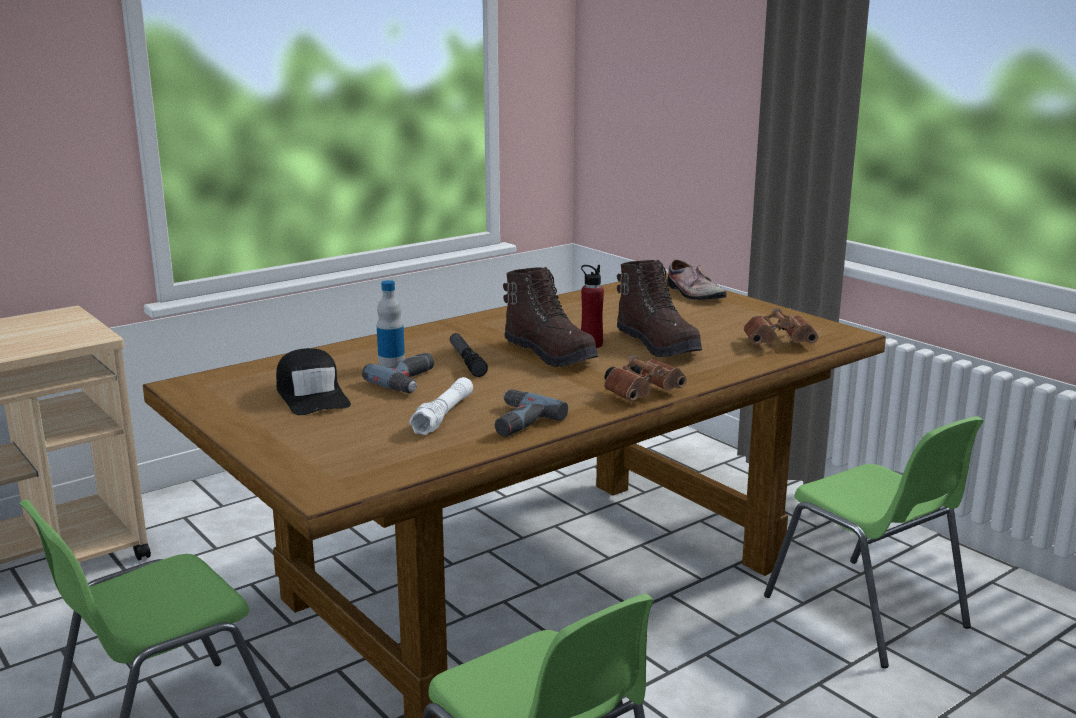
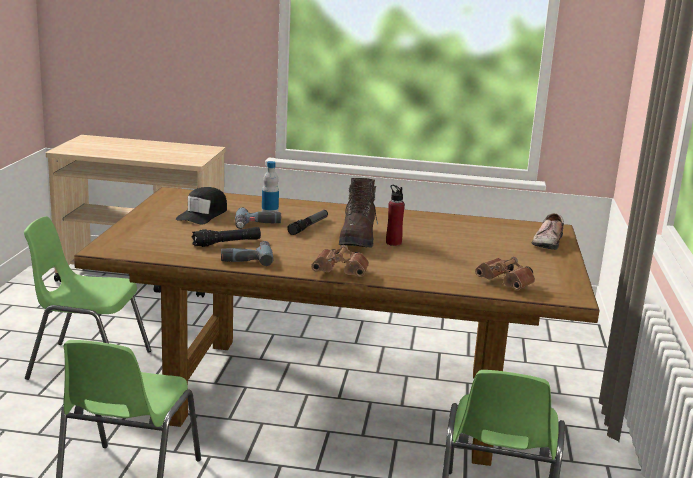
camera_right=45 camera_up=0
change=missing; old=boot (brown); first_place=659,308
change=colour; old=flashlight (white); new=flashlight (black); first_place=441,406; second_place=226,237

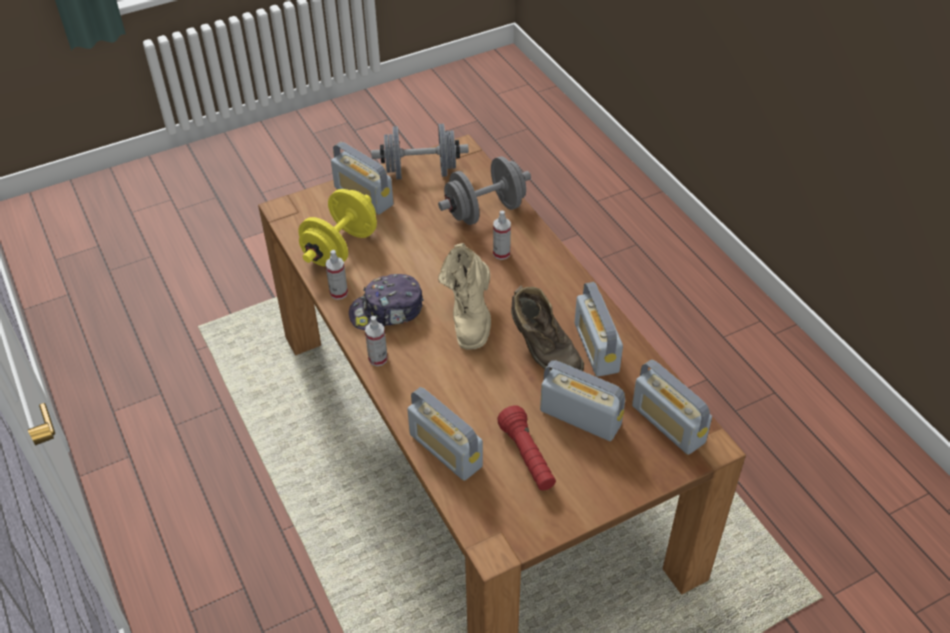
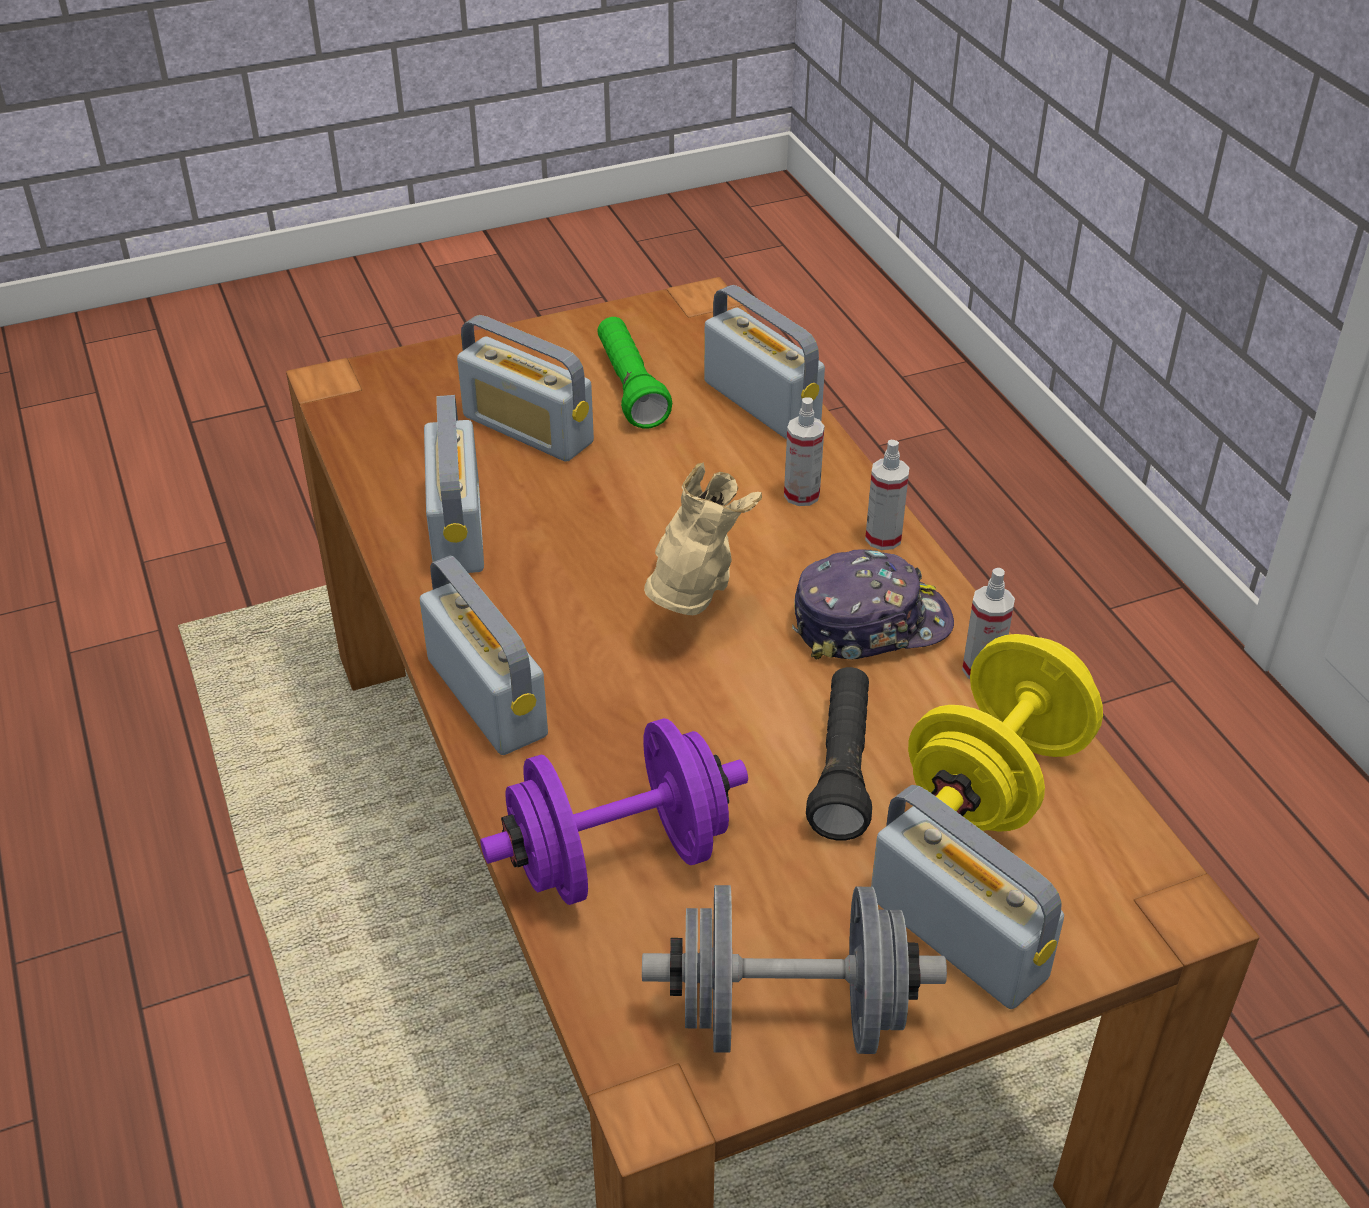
camera_right=-175 camera_up=-5
change=colour; old=dumbbell (grey); new=dumbbell (purple); first_place=484,190; second_place=614,811
change=relocated; old=spray bottle; first_place=502,235; second_place=804,451
change=missing; old=boot (brown); first_place=547,328
change=relocated; old=radio; first_place=672,407; second_place=484,655
change=colour; old=flashlight (red); new=flashlight (green); first_place=526,447; second_place=634,373
change=appeared; new=flashlight (black); second_place=839,753

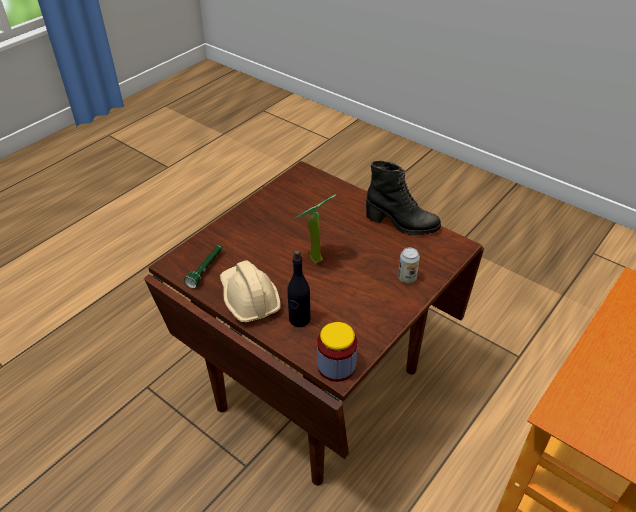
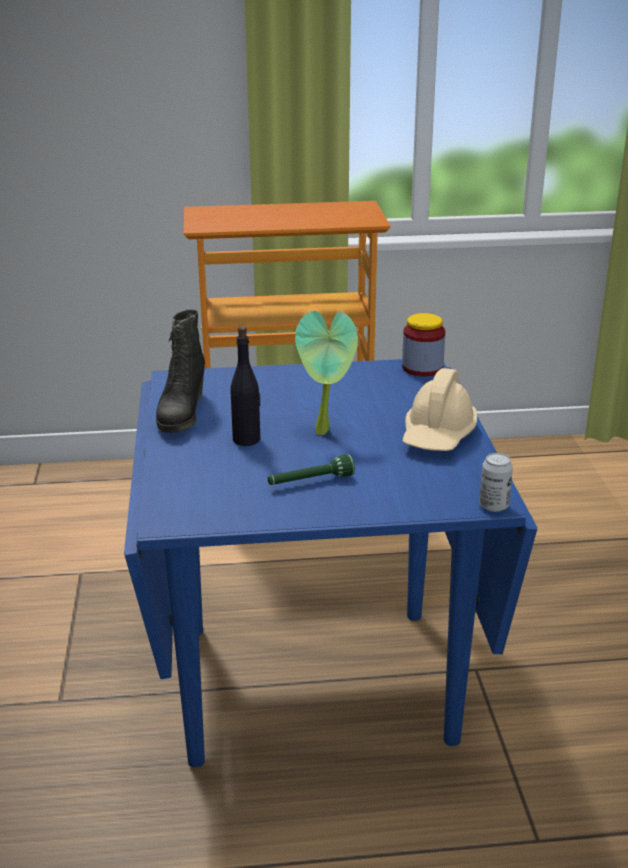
camera_right=-135 camera_up=-15
change=colour; old=dining table (brown); new=dining table (blue); first_place=314,323; second_place=331,563
change=spun; old=boot (black); first_place=403,198; second_place=180,371; degrees=-150
change=relocated; old=flashlight (green); first_place=203,266; second_place=311,469
change=relocated; old=can; first_place=409,265; second_place=496,482
change=relocated; old=bottle (black); first_place=298,289; second_place=245,386

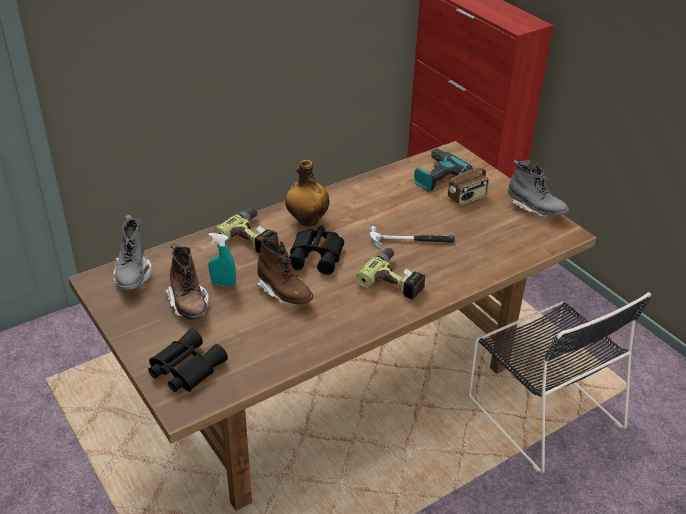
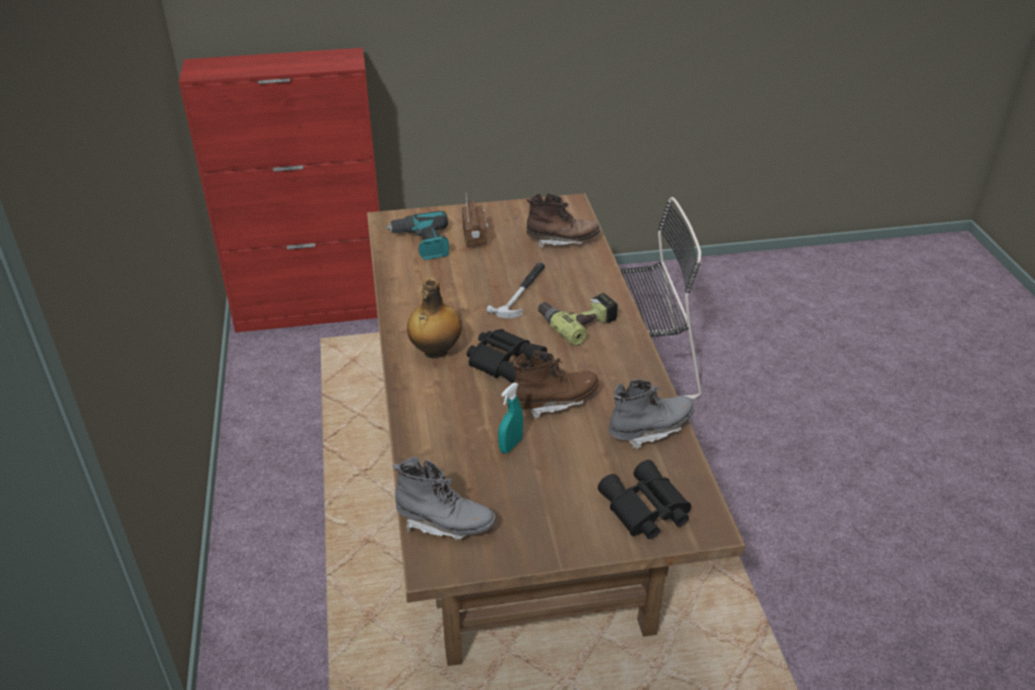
camera_right=-65 camera_up=0
change=relocated; old=boot (grey); first_place=538,188; second_place=652,414
change=missing; old=power drill; first_place=246,230
change=relocated; old=boot (brown); first_place=187,281; second_place=563,220

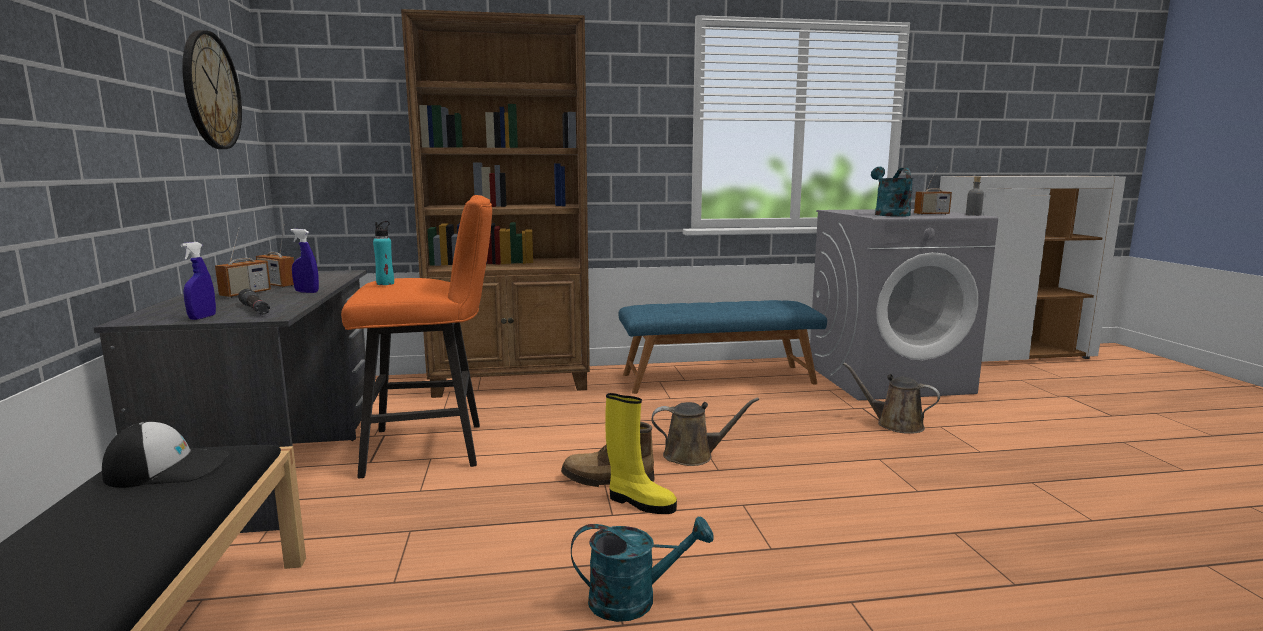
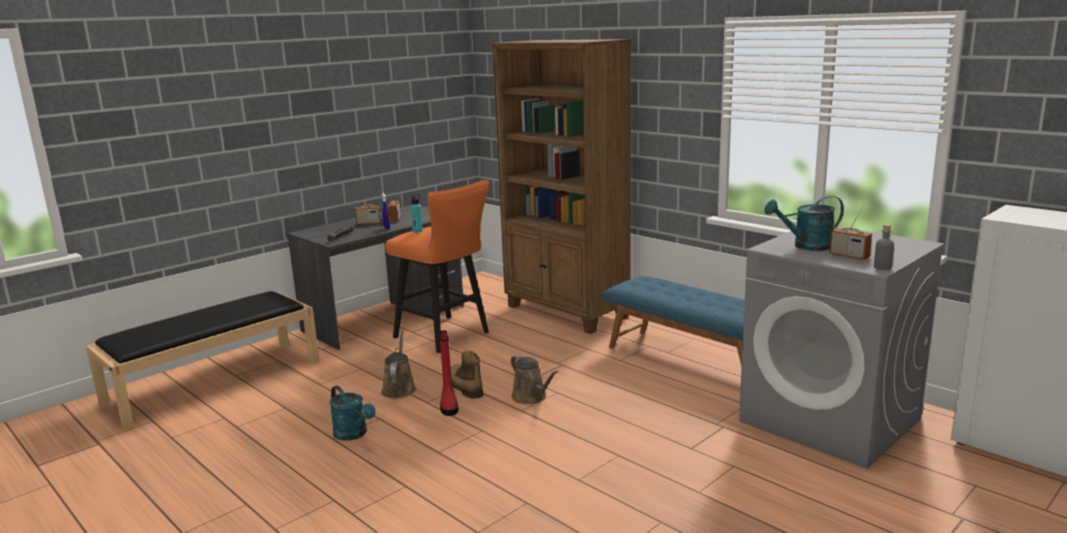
camera_right=55 camera_up=5
change=missing; old=wall clock; first_place=212,89
change=spun; old=watering can (turquoise); first_place=892,192; second_place=804,223; degrees=-150
change=missing; old=spray bottle (blue); first_place=198,281
change=relocated; old=watering can (brown); first_place=891,398; second_place=398,364
change=colour; old=boot (yellow); new=boot (red); first_place=641,453; second_place=448,373
change=missing; old=cap; first_place=166,454

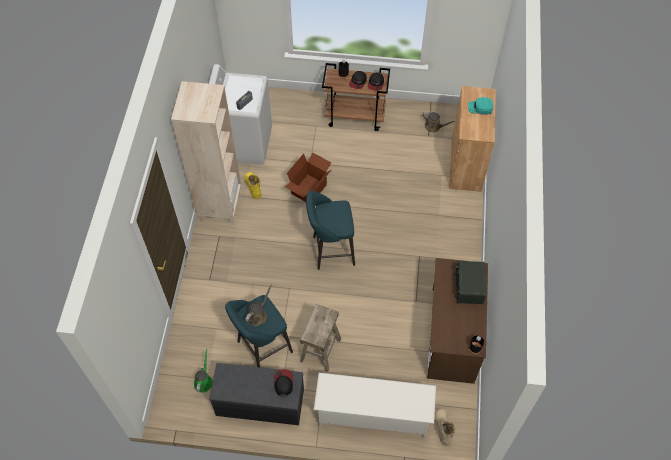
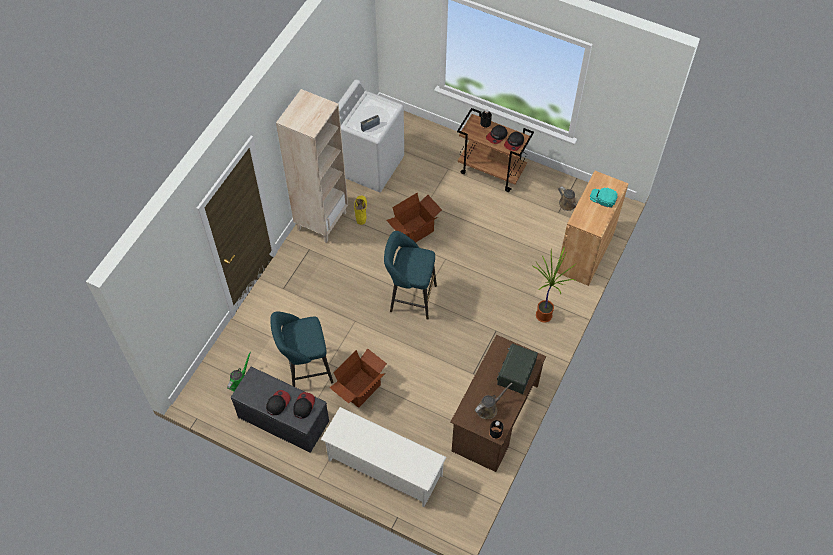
camera_right=20 camera_up=0
change=relocated; old=watering can (brown); first_place=258,305; second_place=494,401
change=exchanged; old=stool (beige); new=cardboard box; first_place=320,338; second_place=358,378
change=missing; old=boot (beige); first_place=445,427
change=appeared; new=potted plant; second_place=554,284
change=appeared; new=cap; second_place=278,402

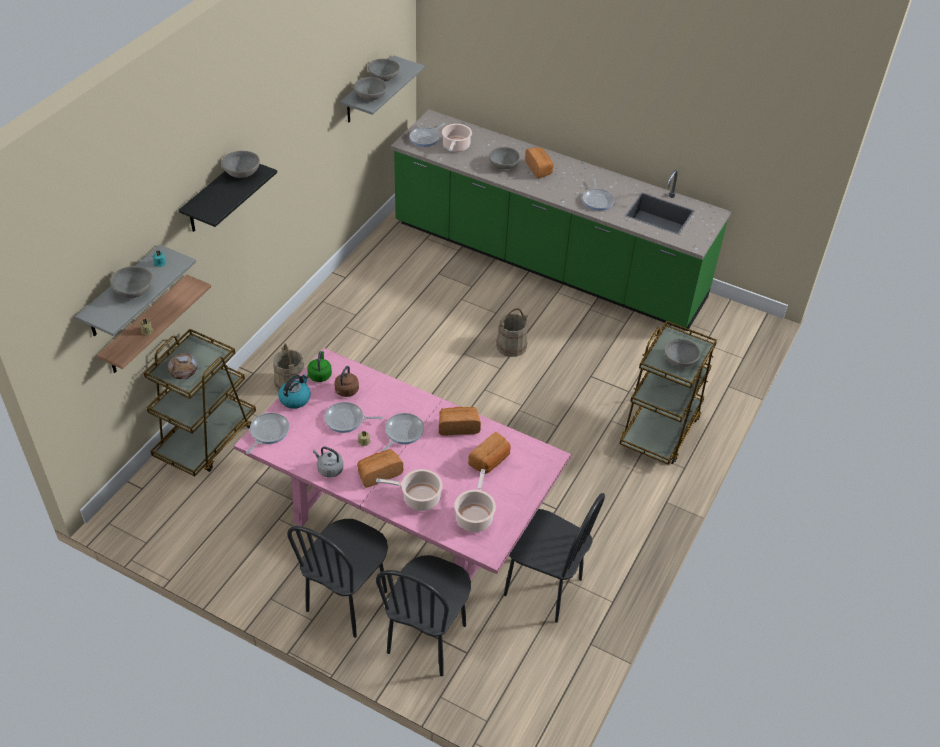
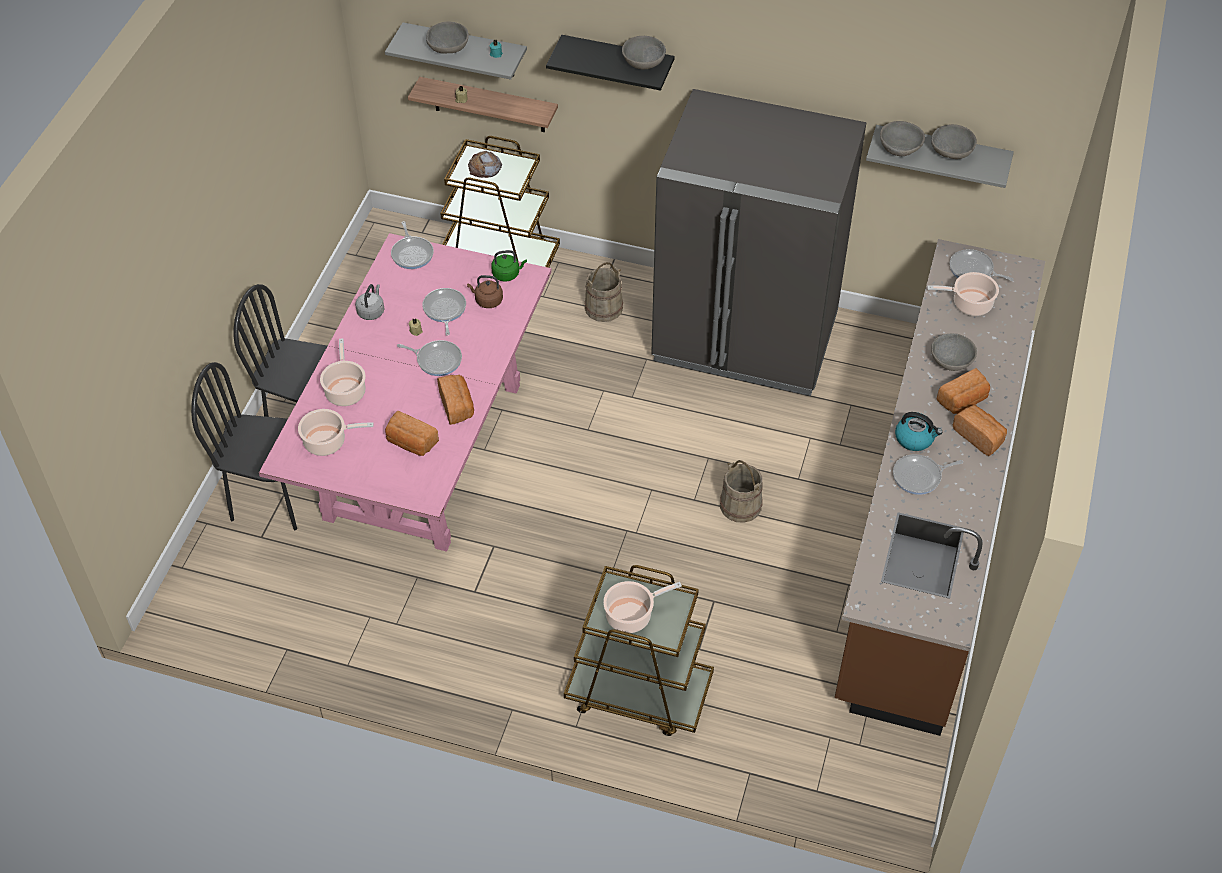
camera_right=80 camera_up=5
change=colour; old=counter (green); new=counter (brown); first_place=561,220; second_place=940,487
change=exchanged; old=bowl (grey); new=cooking pot; first_place=682,353; second_place=642,607
change=relocated; old=kettle; first_place=294,391; second_place=918,431
change=spun; old=frying pan; first_place=267,433; second_place=412,245; degrees=60
change=relocated; old=bread; first_place=380,468; second_place=980,430
change=missing; old=chair (black); first_place=554,558
change=appeared; new=fridge (grey); second_place=758,242

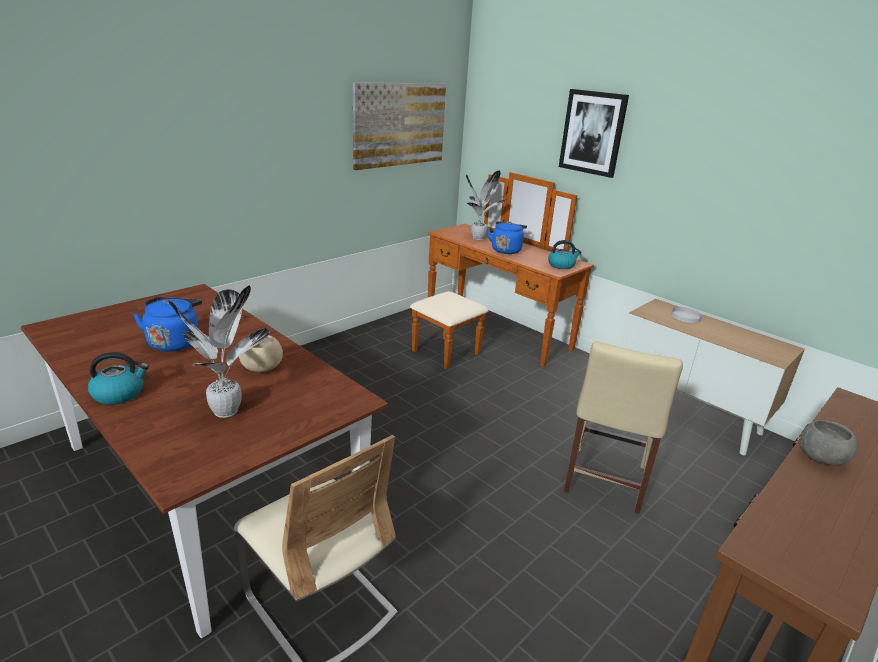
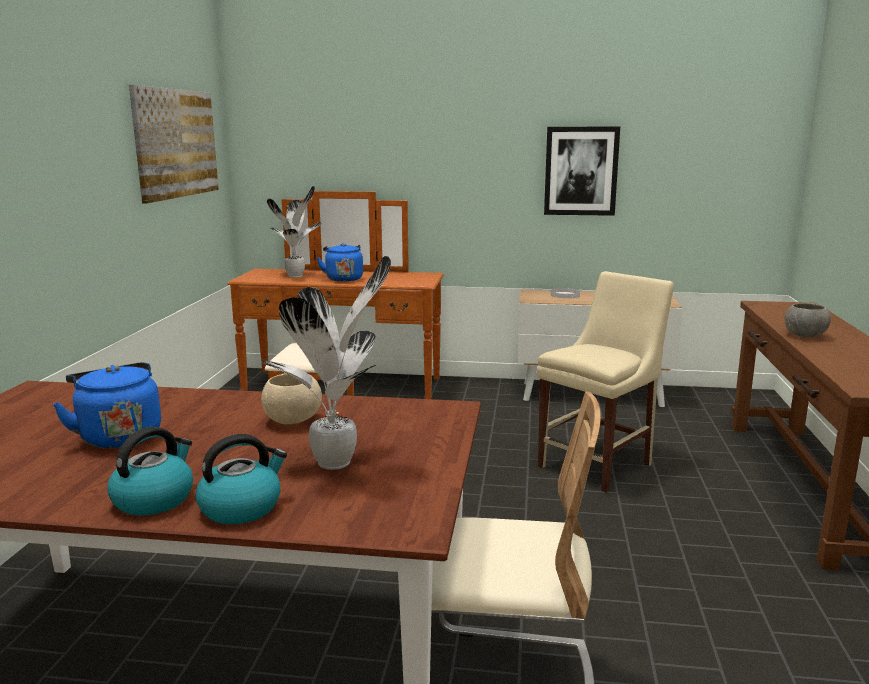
camera_right=-35 camera_up=-10
change=relocated; old=picture; first_place=594,133; second_place=582,171
change=relocated; old=kettle; first_place=565,254; second_place=241,479
change=spun; old=chair (beige); first_place=623,427; second_place=605,382; degrees=-120

